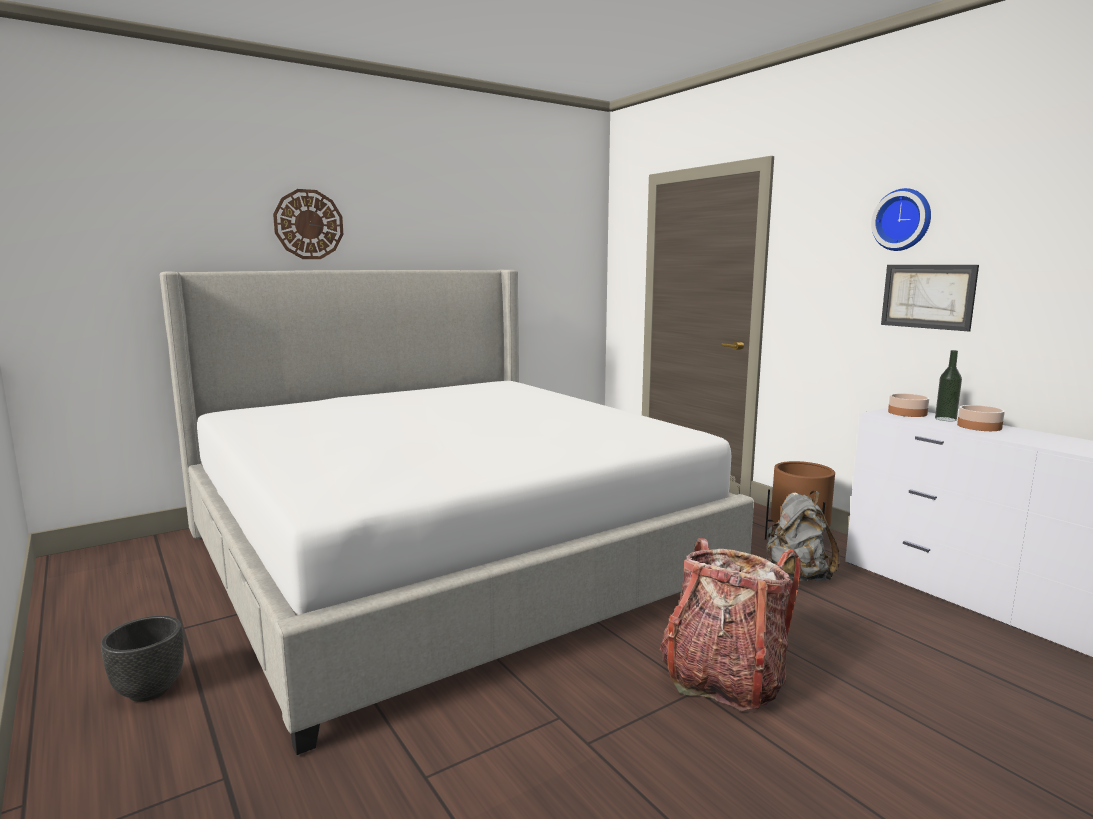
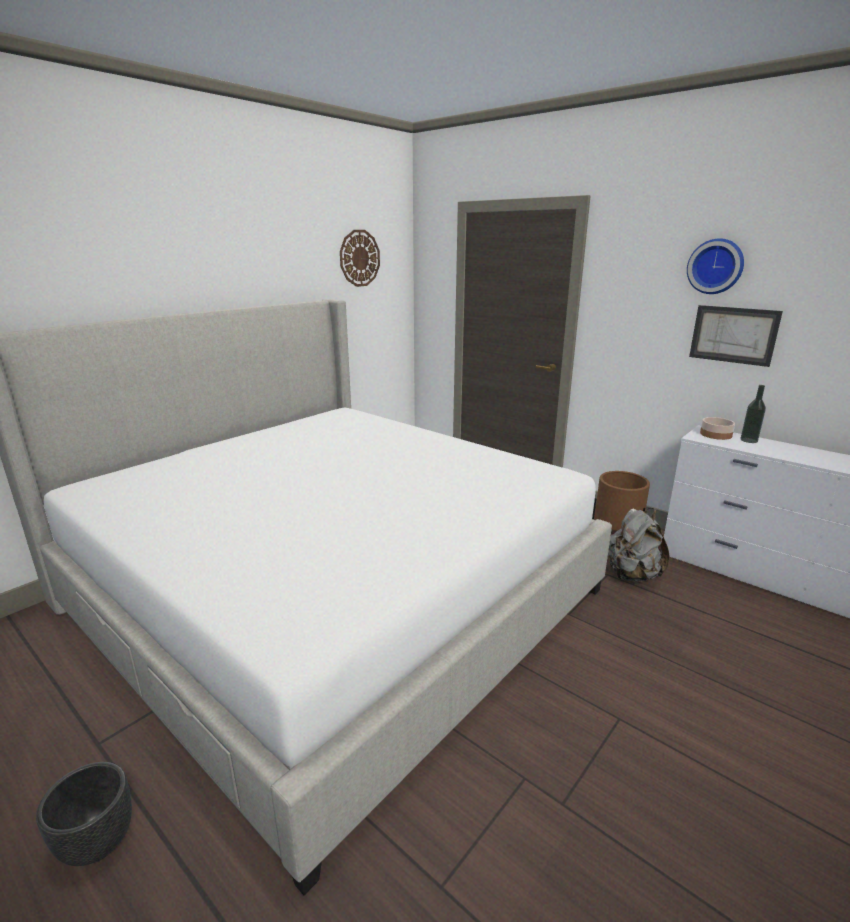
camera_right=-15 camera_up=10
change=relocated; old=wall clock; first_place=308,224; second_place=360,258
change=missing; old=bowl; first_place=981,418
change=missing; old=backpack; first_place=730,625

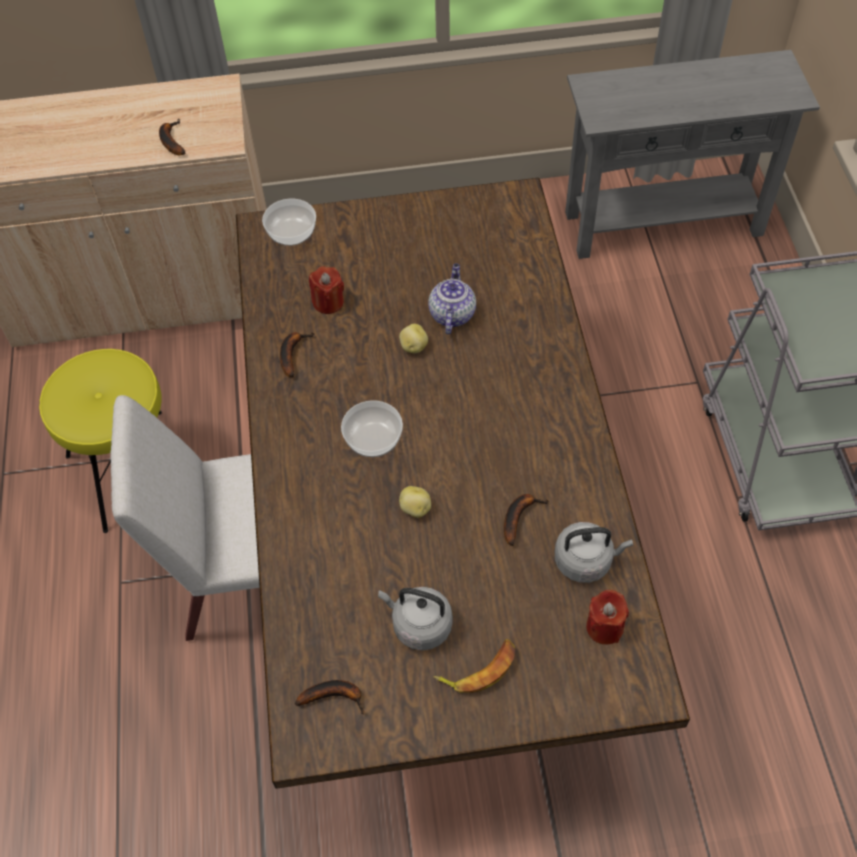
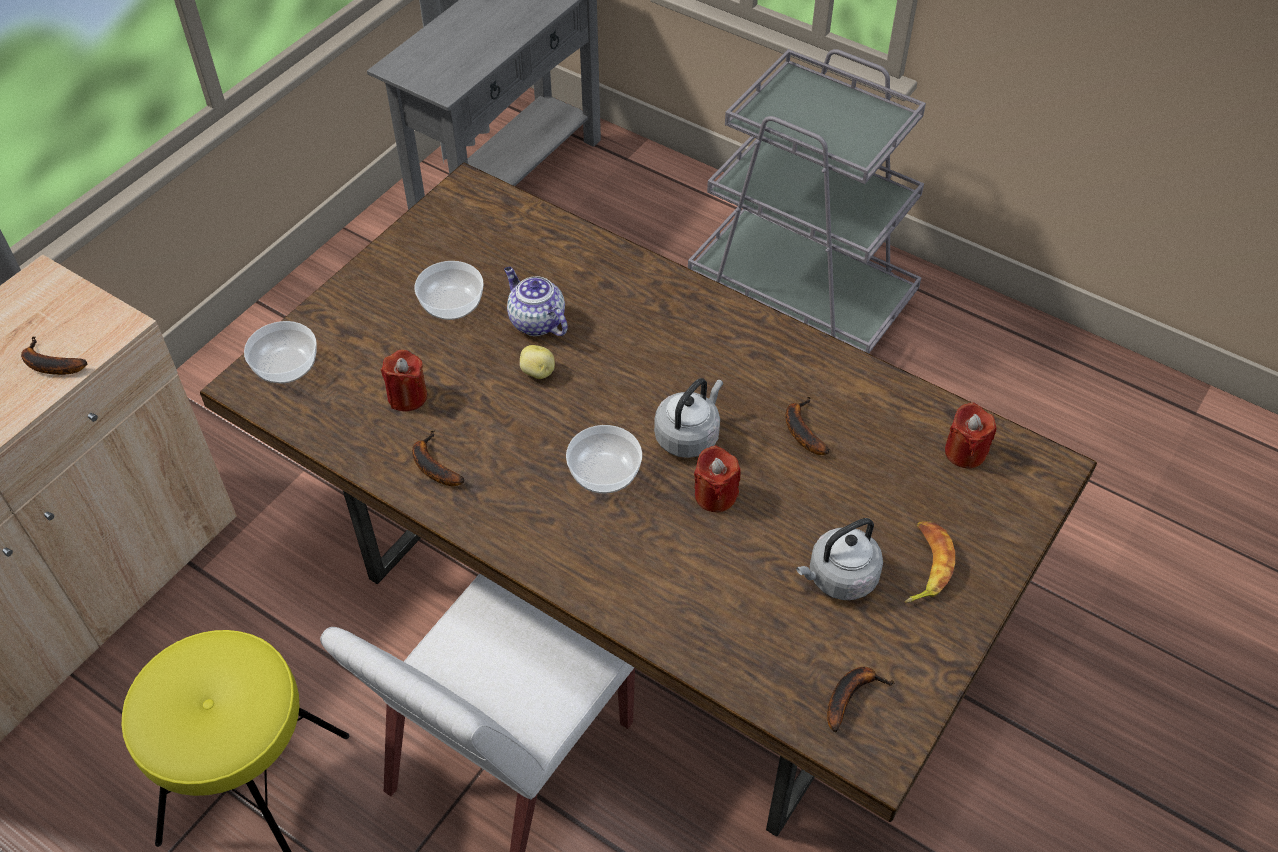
camera_right=-50 camera_up=-5
change=exchanged; old=potato; new=candle (red); first_place=415,502; second_place=717,478
change=relocated; old=kettle (grey); first_place=593,552; second_place=688,418
change=appeared; new=bowl; second_place=449,290

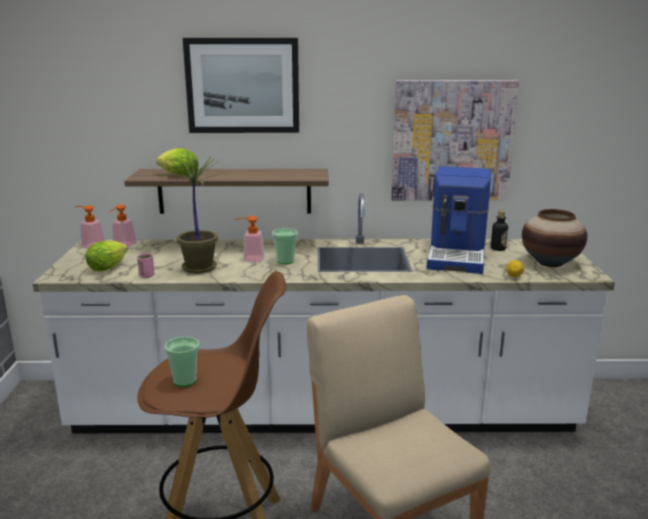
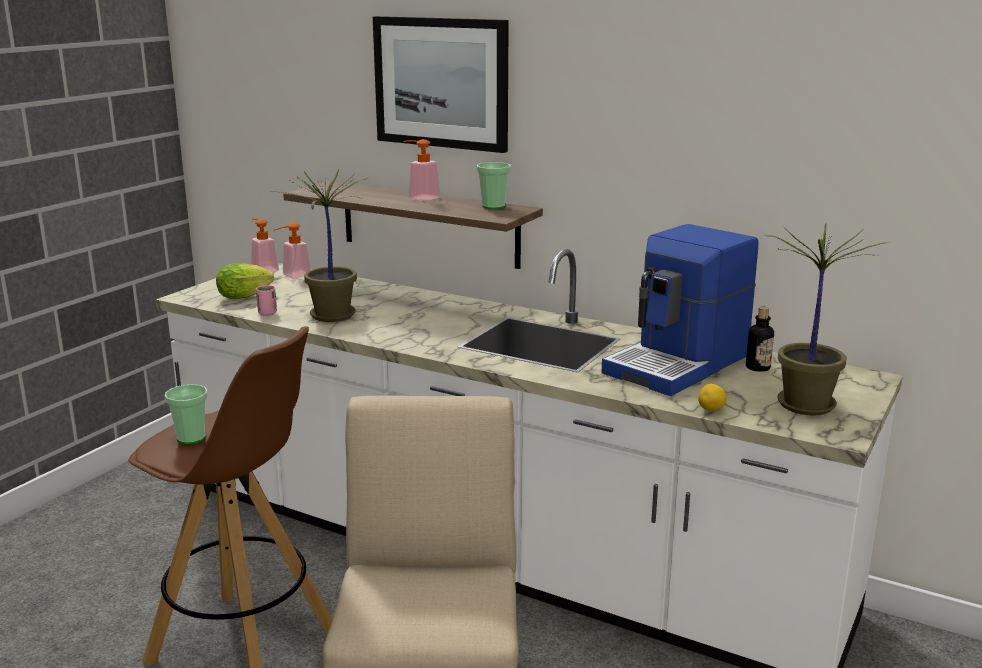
camera_right=30 camera_up=0
change=missing; old=picture; first_place=455,140
change=missing; old=lettuce; first_place=177,162
change=exchanged; old=vase; new=potted plant; first_place=554,238; second_place=824,319
change=relocated; old=soap dispenser; first_place=249,239; second_place=422,170
change=relocated; old=cup; first_place=285,246; second_place=494,185

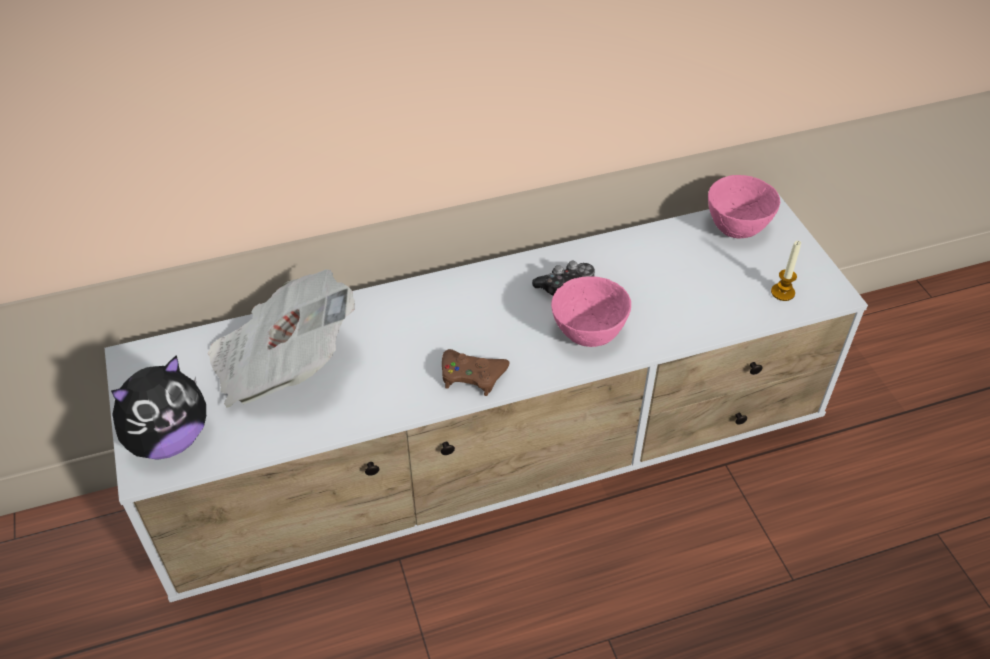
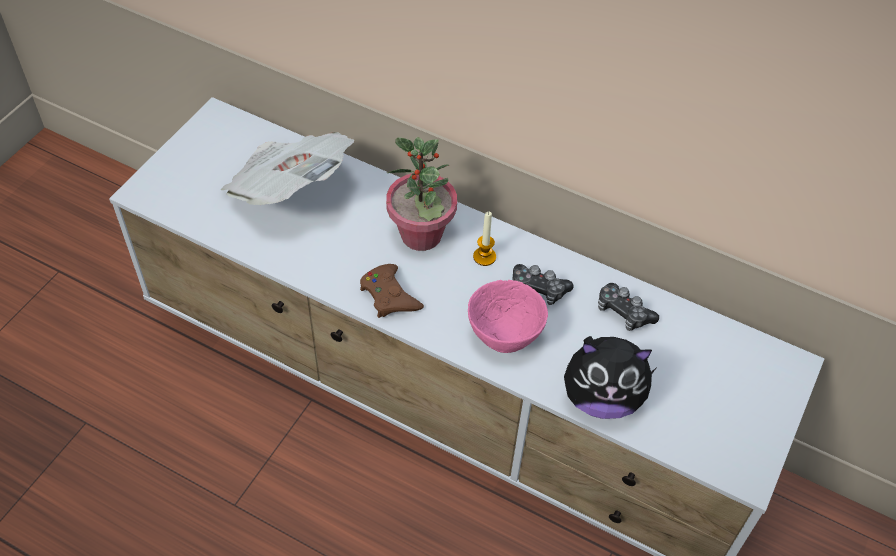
camera_right=45 camera_up=5
change=missing; old=bowl (pink); first_place=744,206
change=relocated; old=candle; first_place=786,271; second_place=484,239
change=relocated; old=plush toy; first_place=158,407; second_place=610,377
change=appeared; new=potted plant; second_place=421,194
change=appeared; new=game controller; second_place=628,307

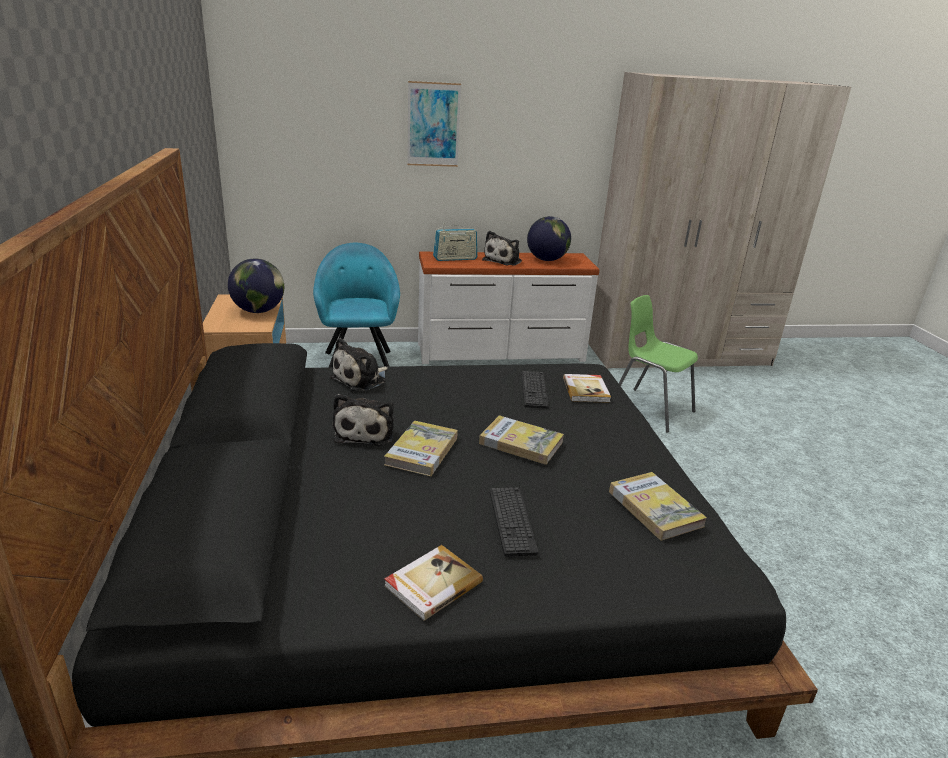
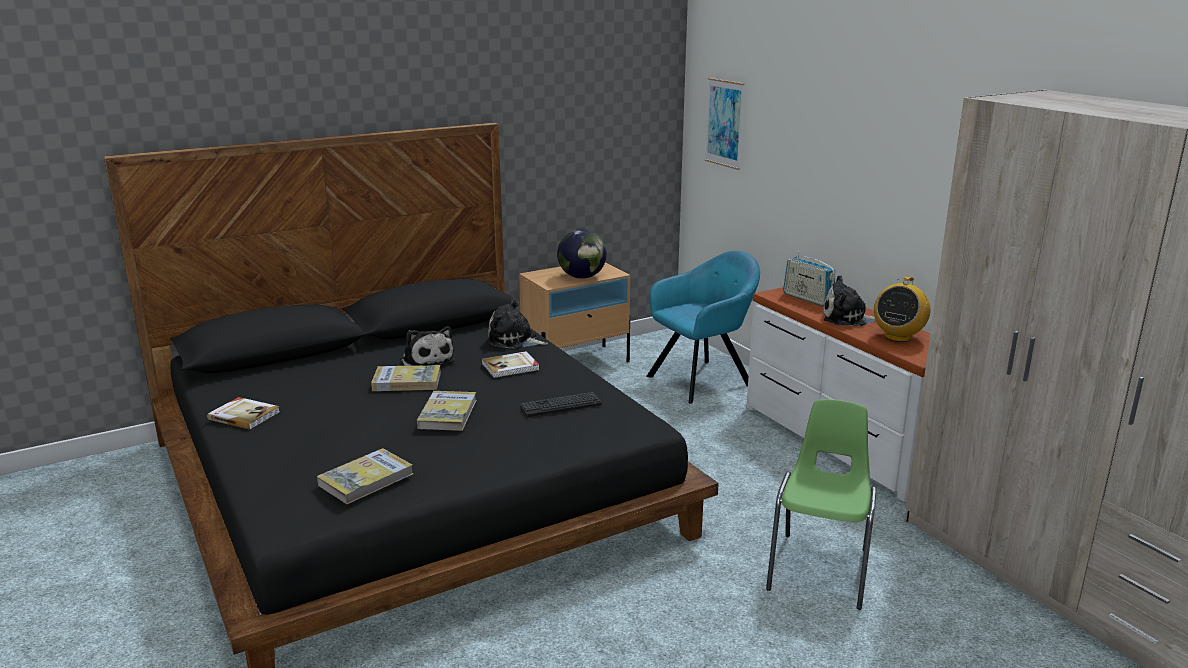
camera_right=70 camera_up=-5
change=relocated; old=picture; first_place=434,124; second_place=724,124
change=exchanged; old=globe; new=radio; first_place=549,238; second_place=902,309
change=relocated; old=book; first_place=587,388; second_place=510,364
change=spun; old=plush toy; first_place=363,420; second_place=427,346; degrees=-105
change=missing; old=keyboard; first_place=514,522

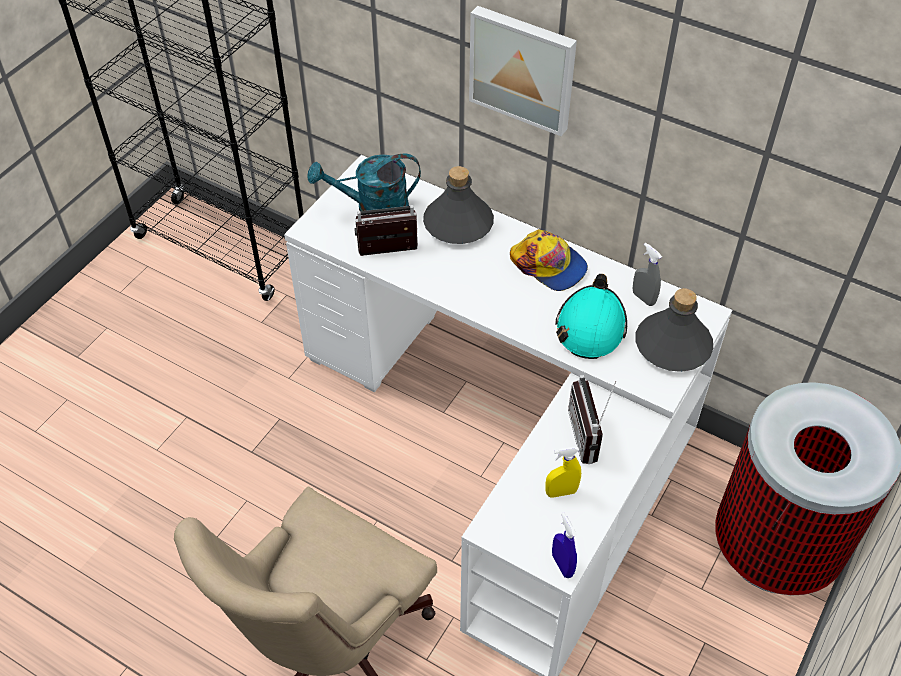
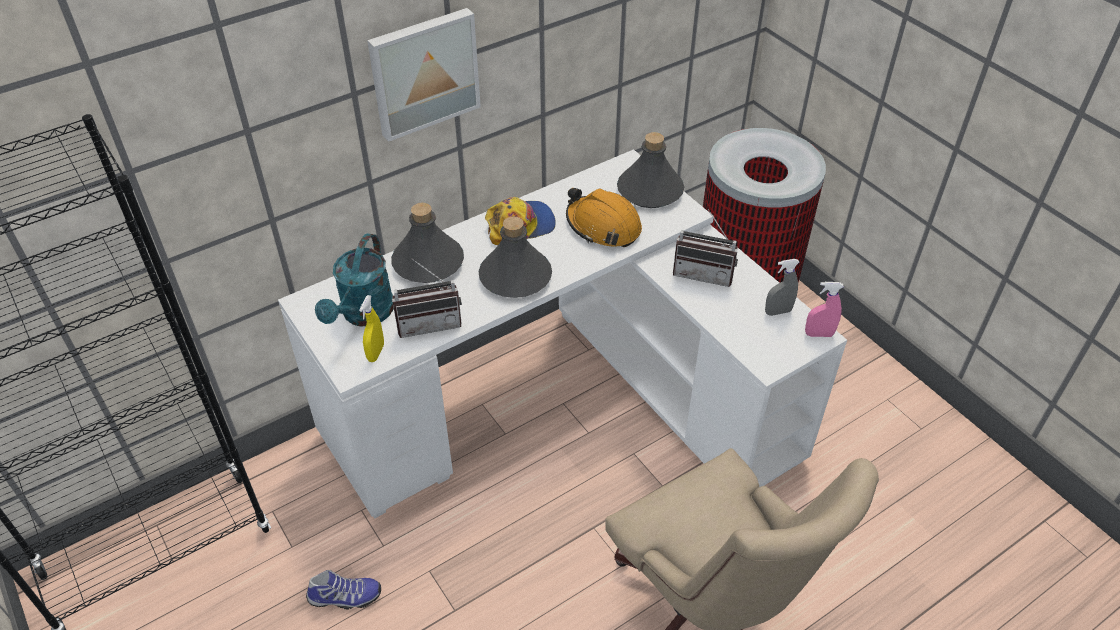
camera_right=-65 camera_up=-5
change=spun; old=radio; first_place=386,230; second_place=427,298; degrees=-120
change=relocated; old=spray bottle (grey); first_place=647,274; second_place=782,287
change=colour; old=hard hat (turquoise); new=hard hat (orange); first_place=591,316; second_place=604,217
change=relocated; old=spray bottle (yellow); first_place=563,472; second_place=371,328
change=colour; old=spray bottle (blue); new=spray bottle (pink); first_place=564,545; second_place=824,309
change=appeared; new=bottle (grey); second_place=515,257
change=appeared; new=shoe; second_place=343,589

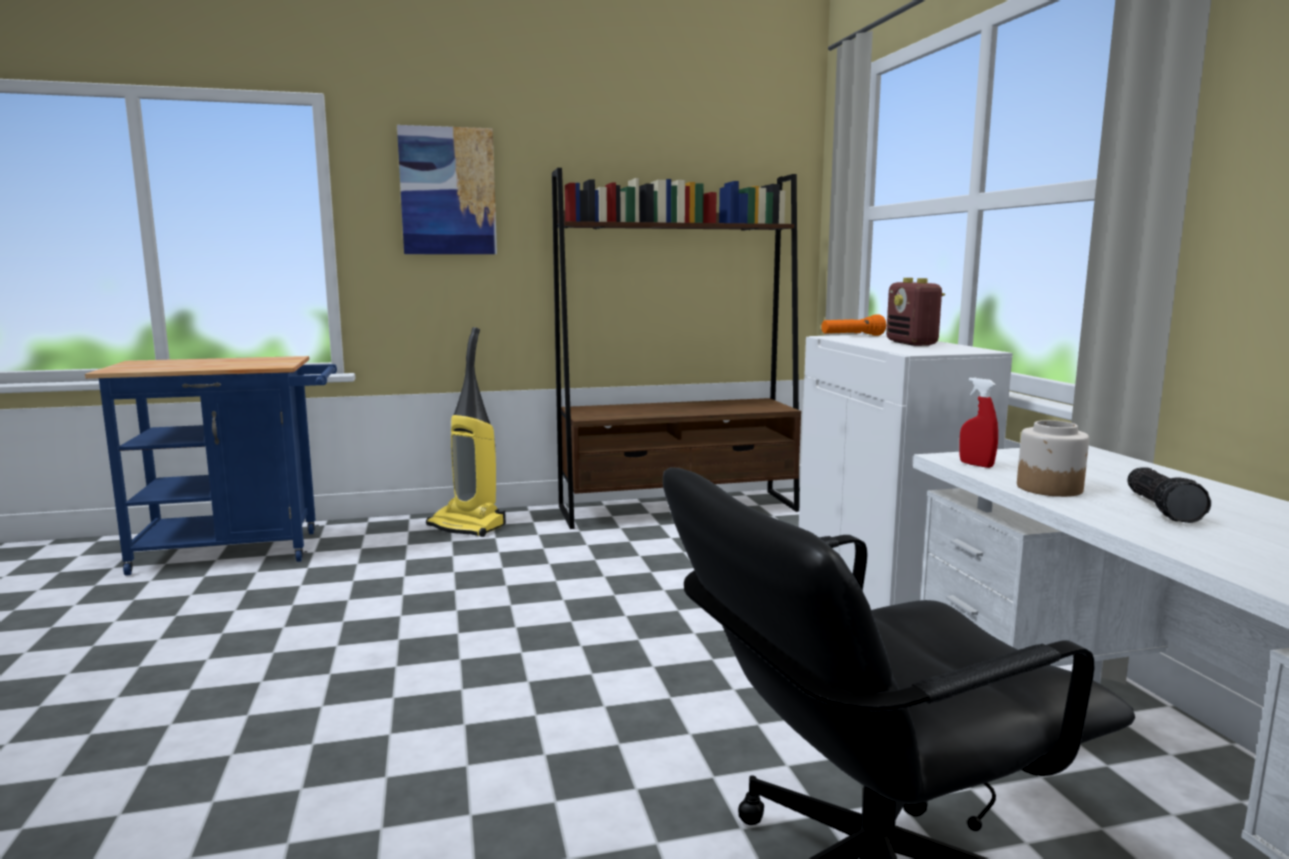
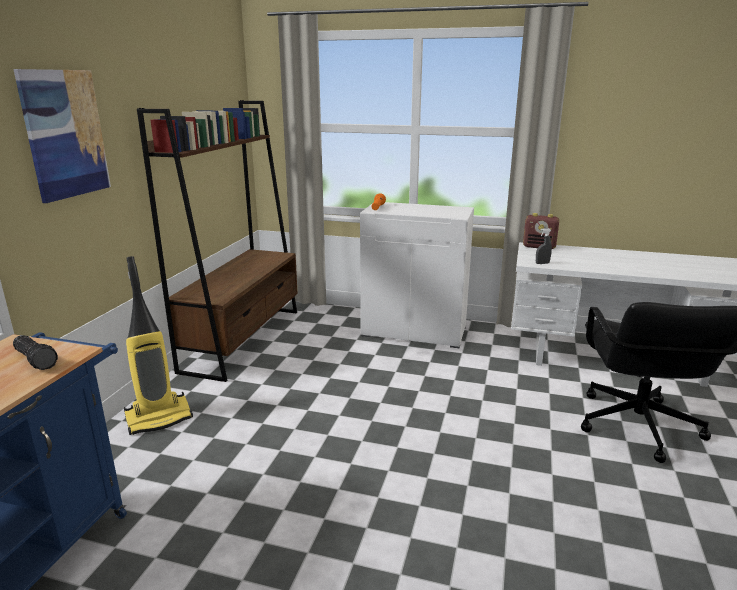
camera_right=-60 camera_up=10
change=relocated; old=radio; first_place=915,312; second_place=541,231
change=colour; old=spray bottle (red); new=spray bottle (grey); first_place=978,423; second_place=544,246
change=missing; old=jar; first_place=1053,458
change=relocated; old=flashlight; first_place=1169,495; second_place=35,352

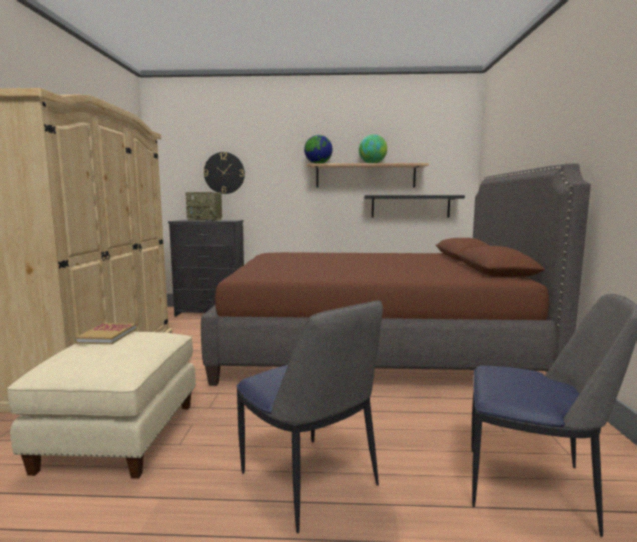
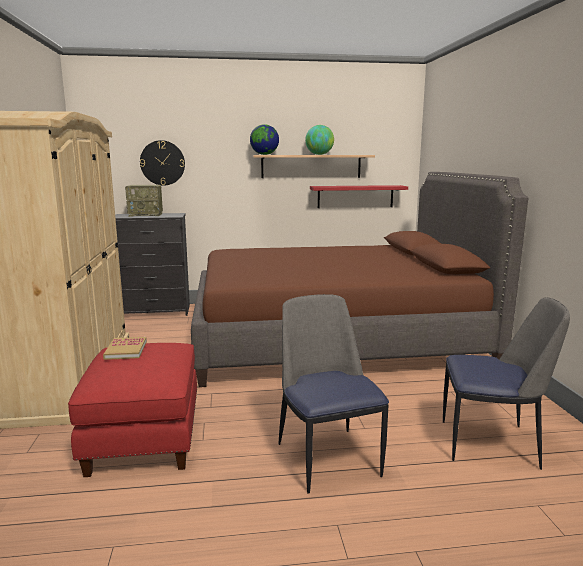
camera_right=-10 camera_up=5
change=colour; old=shelf (black); new=shelf (red); first_place=414,206; second_place=359,196
change=spun; old=chair; first_place=309,416; second_place=334,393; degrees=-150
change=colour; old=ottoman (beige); new=ottoman (red); first_place=101,405; second_place=132,410

